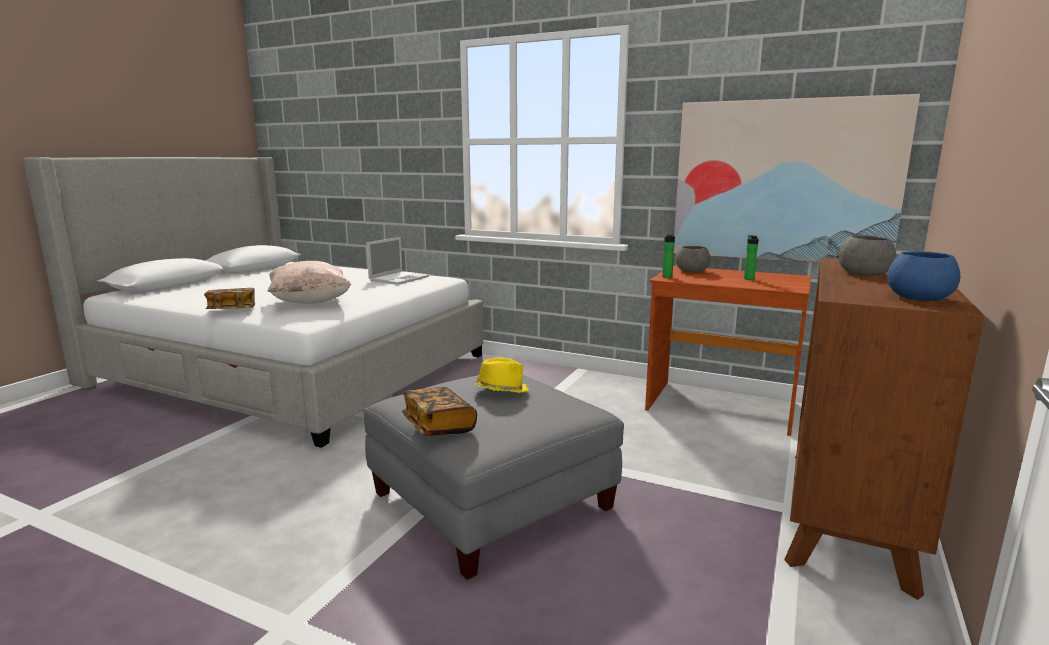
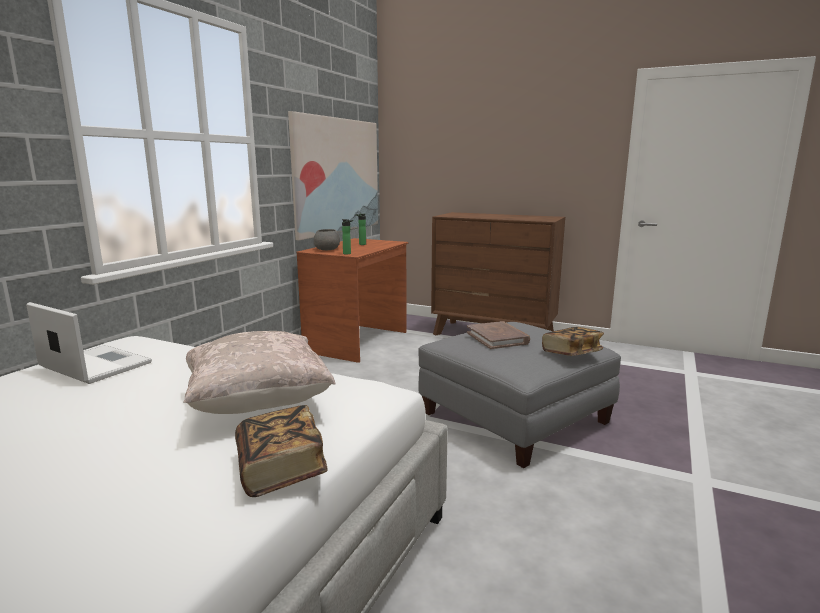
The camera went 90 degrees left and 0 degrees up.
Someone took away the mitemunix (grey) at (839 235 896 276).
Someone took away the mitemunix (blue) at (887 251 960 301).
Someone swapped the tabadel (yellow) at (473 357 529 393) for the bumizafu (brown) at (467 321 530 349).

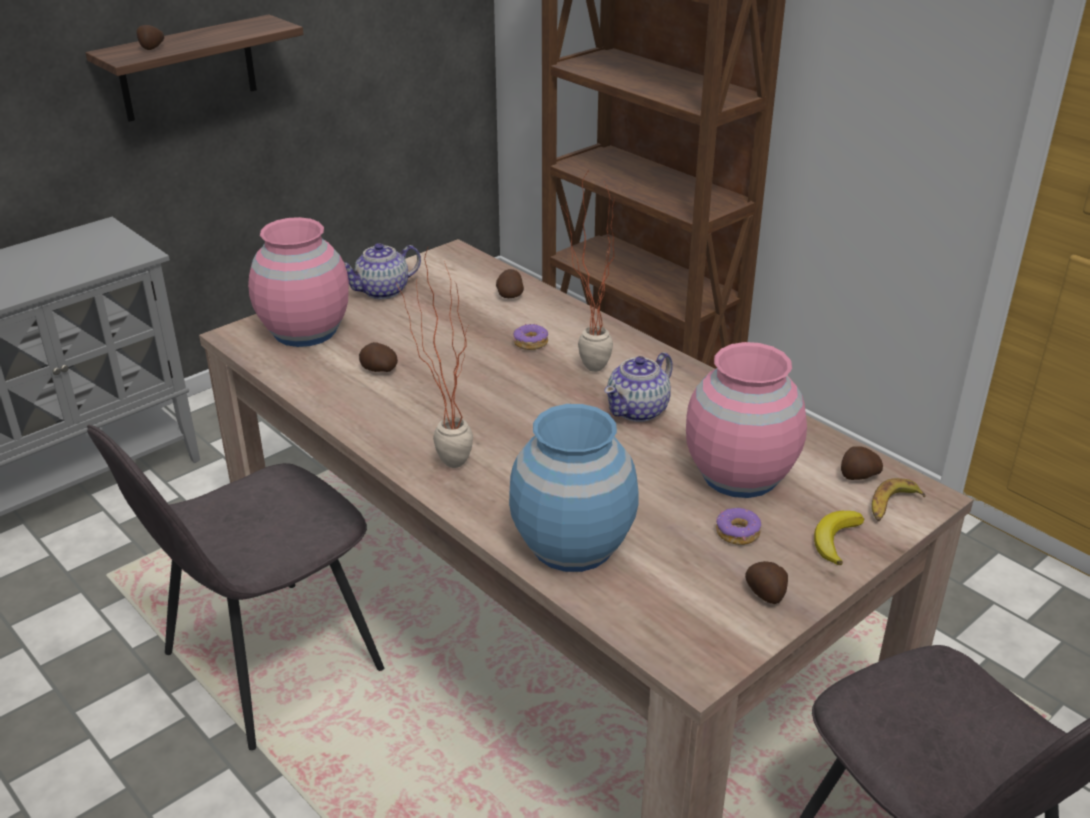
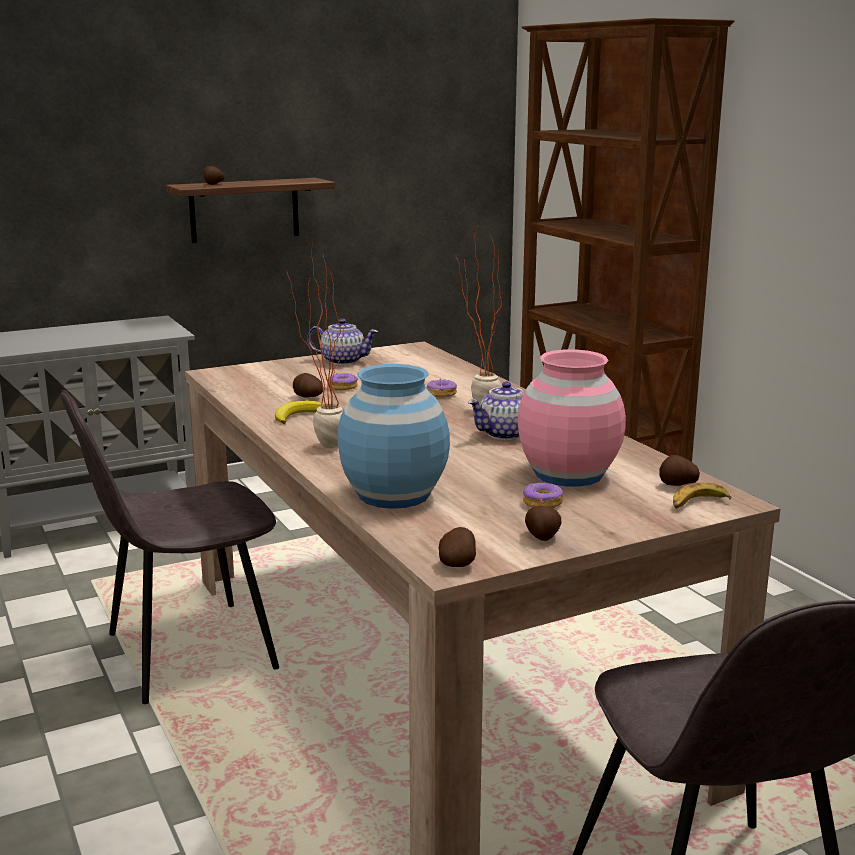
The camera went 15 degrees right and 15 degrees down.
Someone took away the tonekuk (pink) at (248 217 349 347).
Someone rotated the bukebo at (344 243 421 299) by 150 degrees counterclockwise.
Someone carried the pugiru from (496 269 524 298) to (438 527 476 567).
Someone carried the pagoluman from (814 511 864 565) to (275 400 323 424).
Someone put down the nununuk at (329 373 358 390).

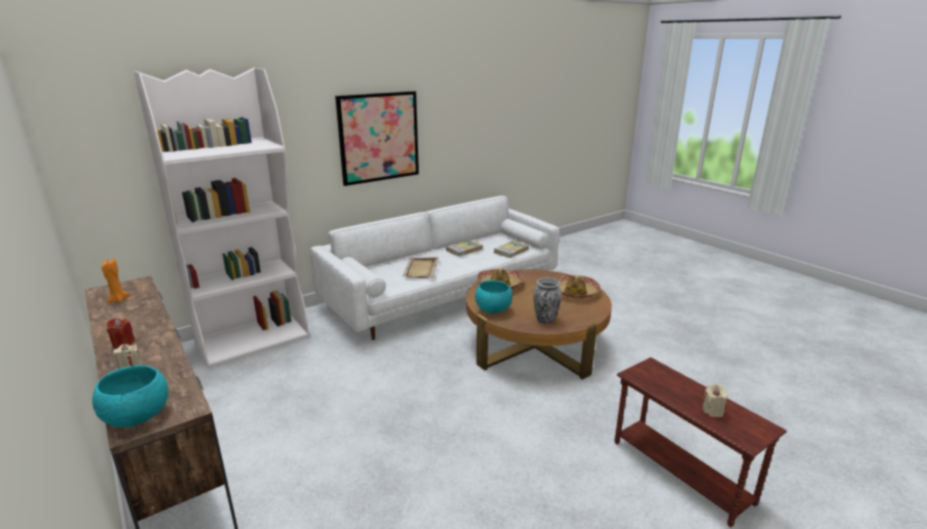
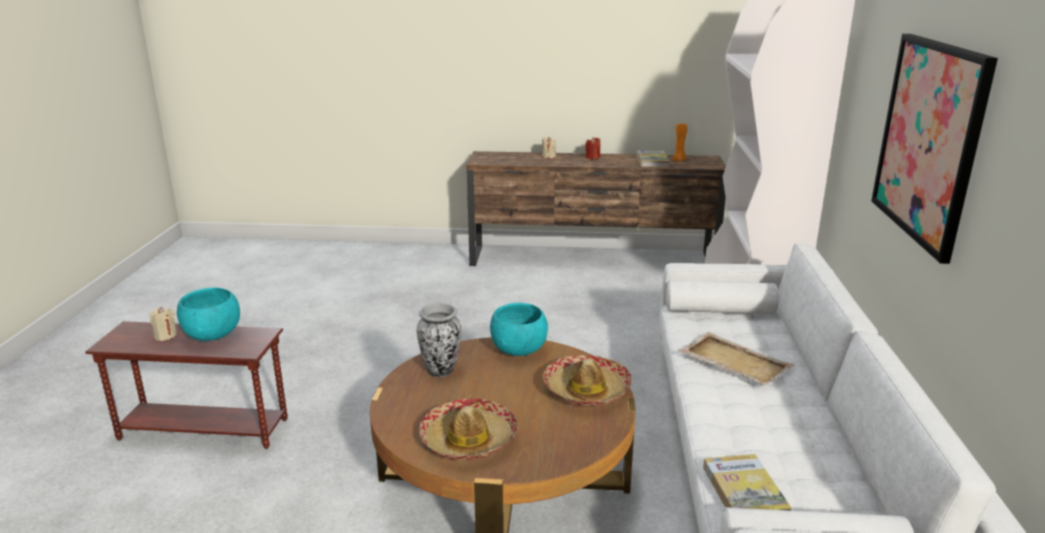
The camera went 130 degrees right and 0 degrees up.
Someone carried the bumizafu from (446 240 483 257) to (636 150 670 167).
Someone carried the mitemunix (turquoise) from (92 365 168 427) to (177 288 240 341).

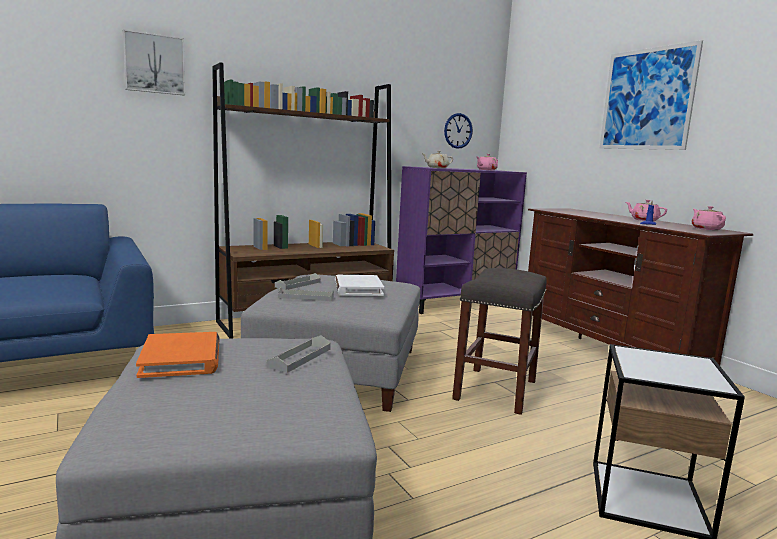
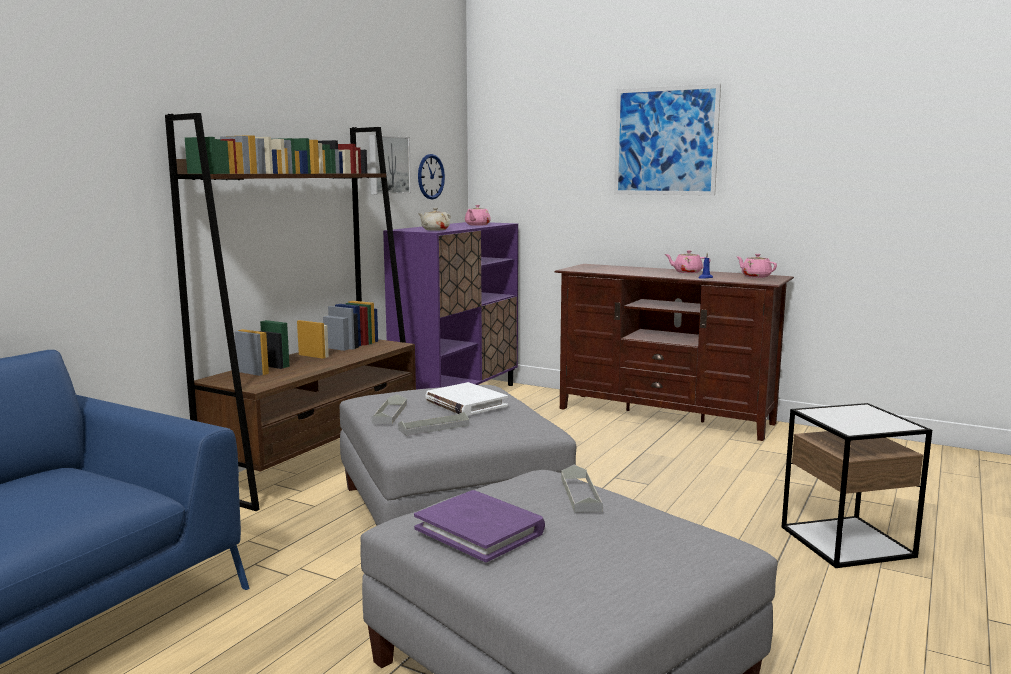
The camera went 30 degrees left and 0 degrees up.
Someone carried the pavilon from (123 29 185 95) to (369 135 411 195).
Someone took away the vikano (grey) at (452 268 547 415).
Someone repainted the bumizafu (orange) at (136 332 219 378), which became the bumizafu (purple) at (414 490 545 562).

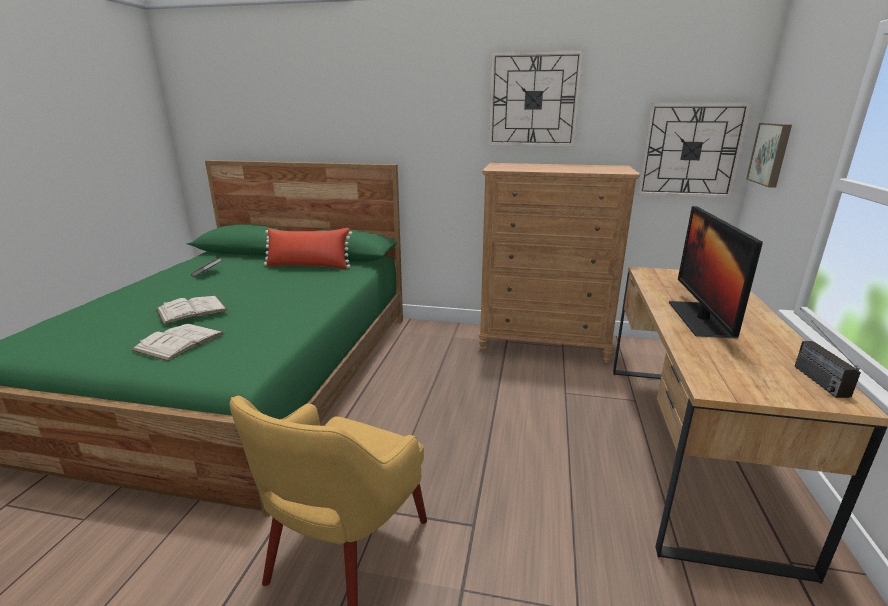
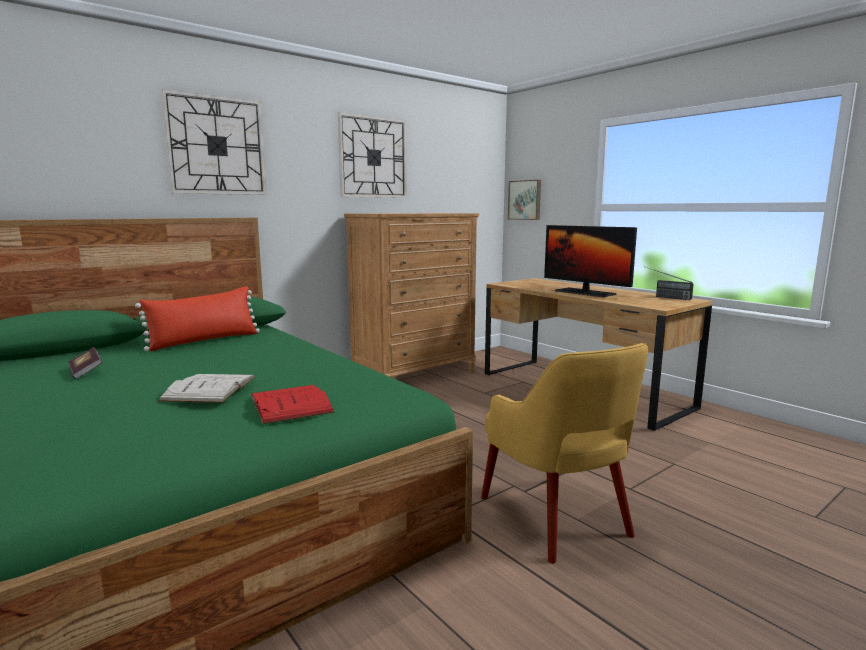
The camera went 50 degrees left and 10 degrees down.
Someone carried the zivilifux from (638 103 752 198) to (161 89 267 195).
Someone repainted the bumizafu (white) at (131 324 225 361), which became the bumizafu (red) at (251 385 335 424).

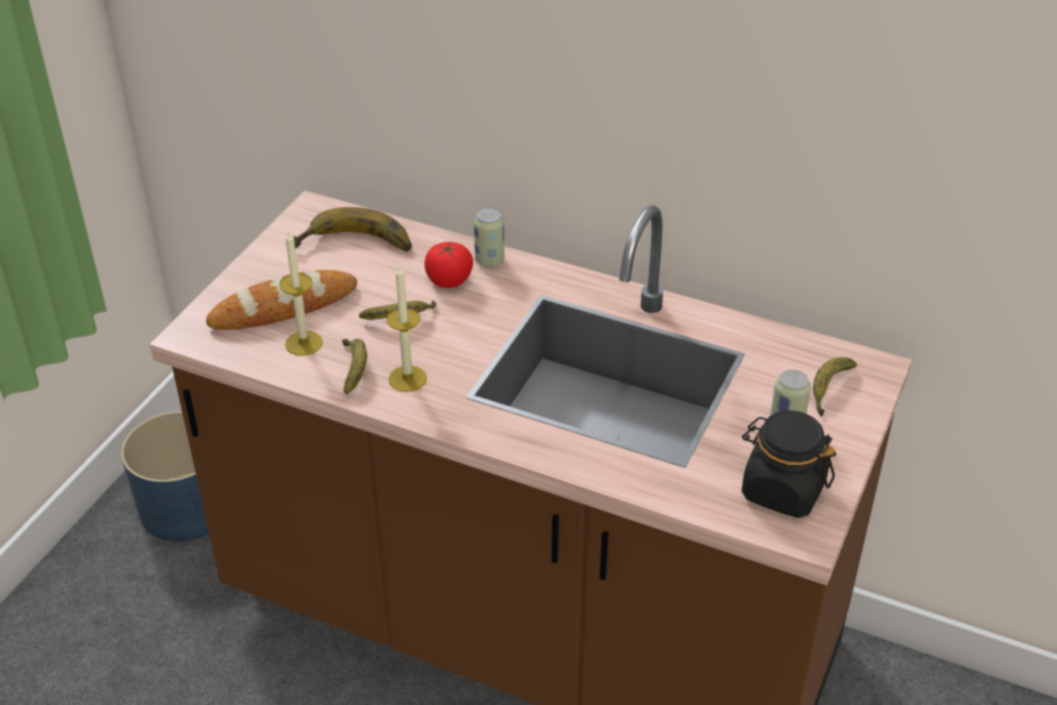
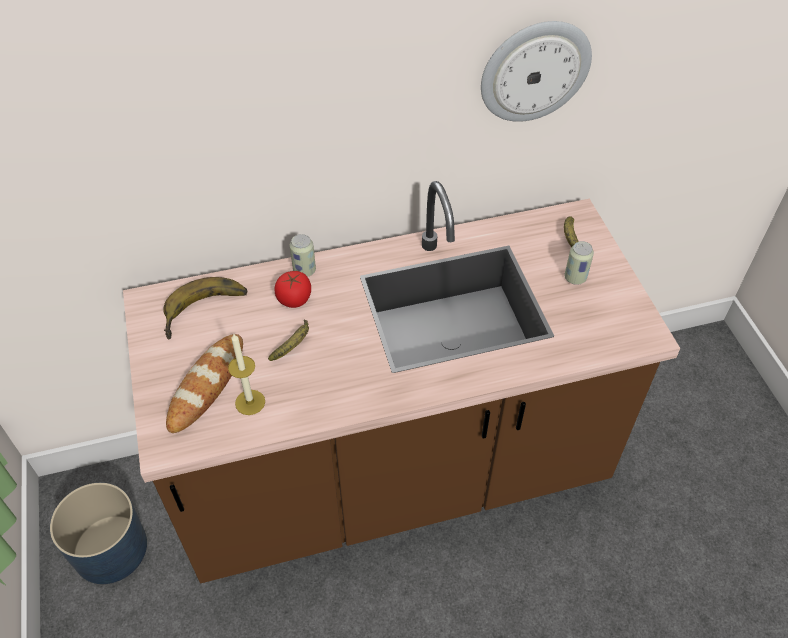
The camera went 40 degrees left and 10 degrees up.
Someone took away the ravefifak at (386 264 427 392).
Someone took away the pagoluman at (342 339 367 394).
Someone took away the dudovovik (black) at (742 410 836 518).
Someone put up the zivilifux at (481 21 592 122).

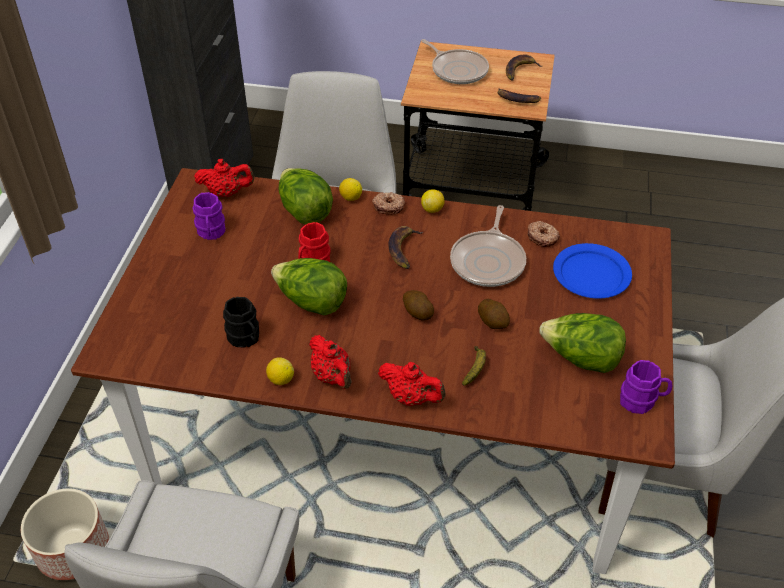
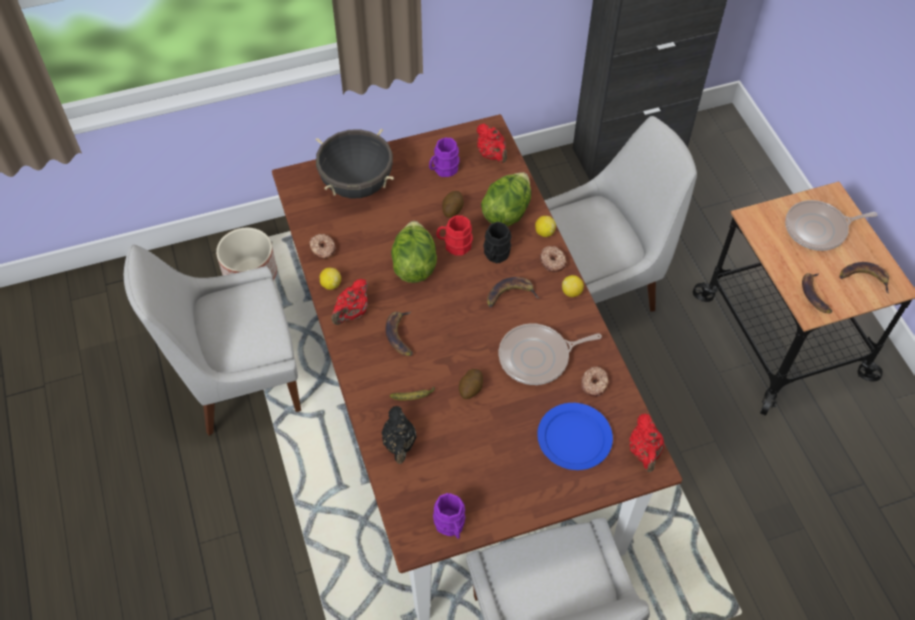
The camera went 60 degrees right and 10 degrees up.
Someone rotated the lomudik at (421 39 489 84) by 60 degrees clockwise.
Someone carried the pugiru from (403 290 434 321) to (442 191 464 218).
Someone carried the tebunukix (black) from (223 297 259 348) to (483 222 512 263).
Someone took away the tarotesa at (539 313 626 373).
Someone carried the bukebo (red) from (378 362 445 406) to (629 414 664 472).
Someone put down the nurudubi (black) at (316 129 394 199).
Someone put down the nununuk at (309 234 335 259).
Someone put down the pagoluman at (385 312 413 356).
Someone put down the bukebo (black) at (382 406 416 464).

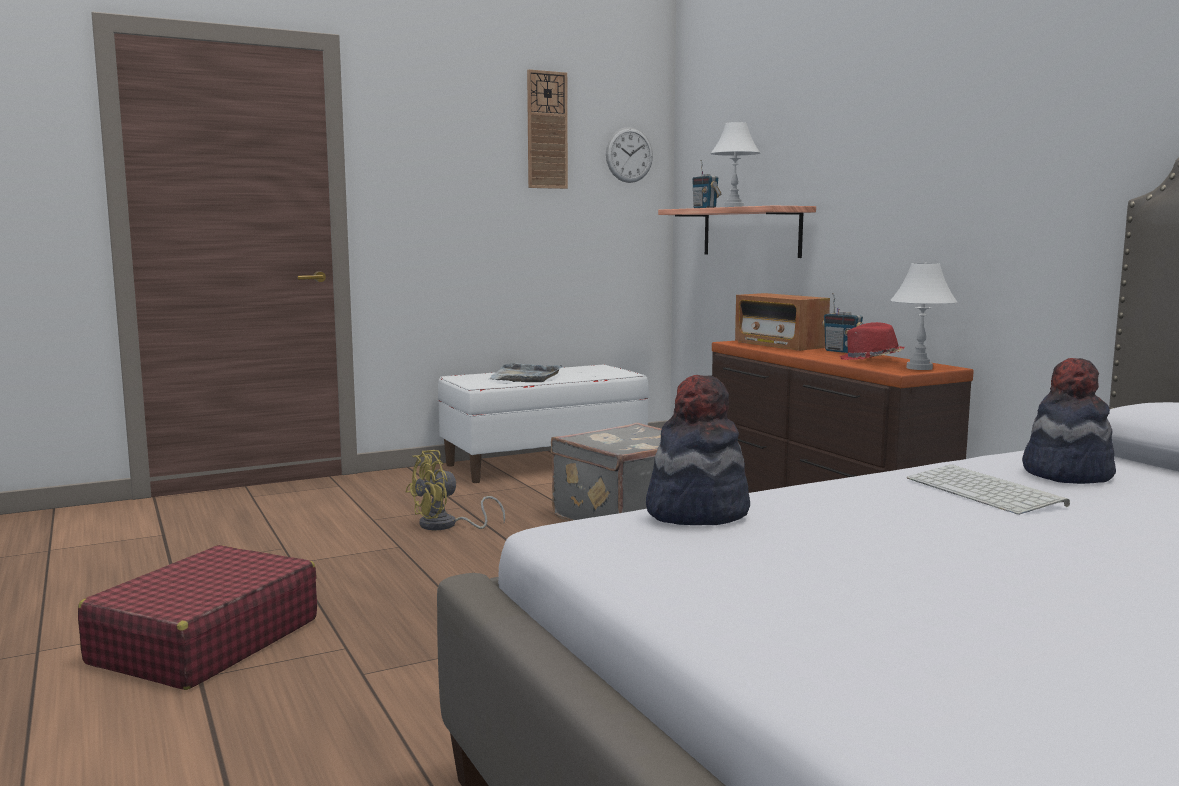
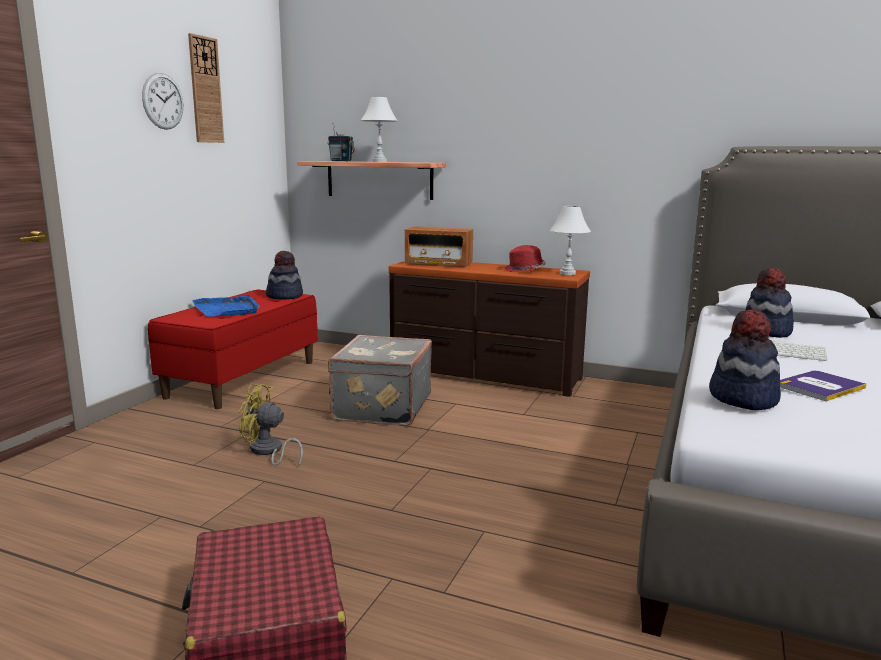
The camera went 40 degrees left and 5 degrees up.
Someone carried the zivilifux from (606 127 653 183) to (142 73 183 130).
Someone took away the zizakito at (822 293 863 353).
Someone repainted the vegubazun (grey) at (490 363 562 382), which became the vegubazun (blue) at (192 295 260 317).
Someone repainted the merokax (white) at (438 365 649 483), which became the merokax (red) at (148 289 318 409).
Someone rotated the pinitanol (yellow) at (406 450 505 530) by 90 degrees clockwise.
Someone put down the tabadel at (266 251 303 299).
Someone put down the bumizafu at (780 371 867 401).

